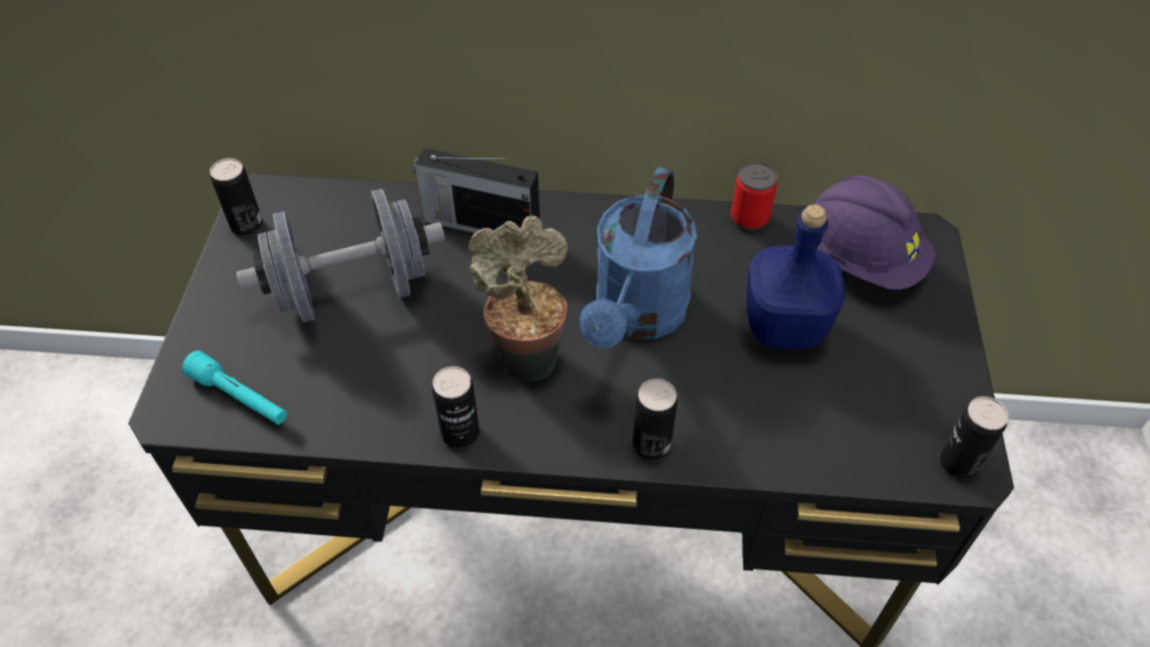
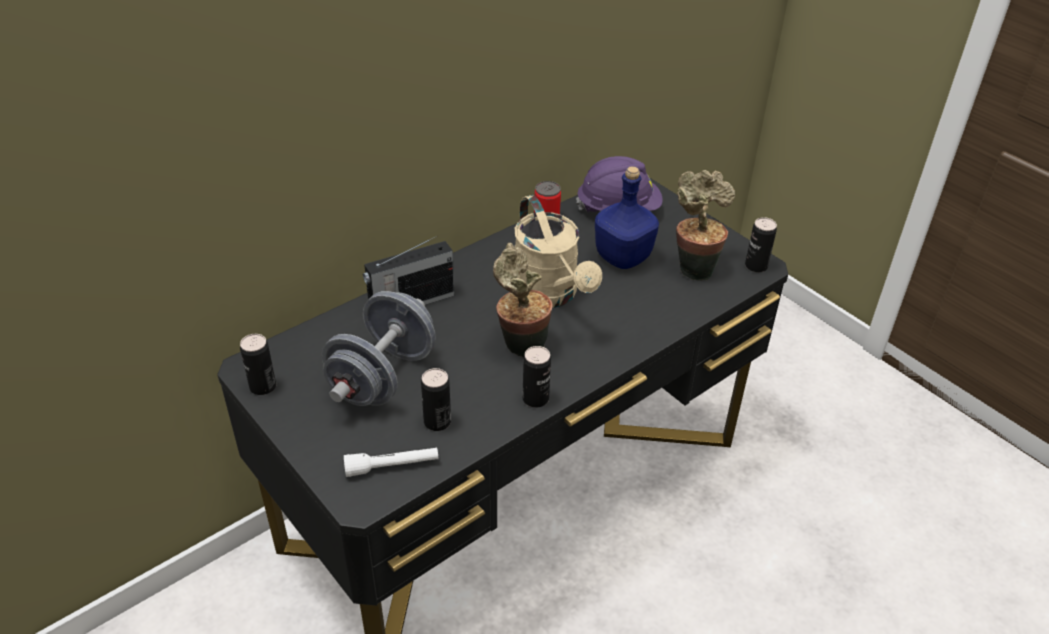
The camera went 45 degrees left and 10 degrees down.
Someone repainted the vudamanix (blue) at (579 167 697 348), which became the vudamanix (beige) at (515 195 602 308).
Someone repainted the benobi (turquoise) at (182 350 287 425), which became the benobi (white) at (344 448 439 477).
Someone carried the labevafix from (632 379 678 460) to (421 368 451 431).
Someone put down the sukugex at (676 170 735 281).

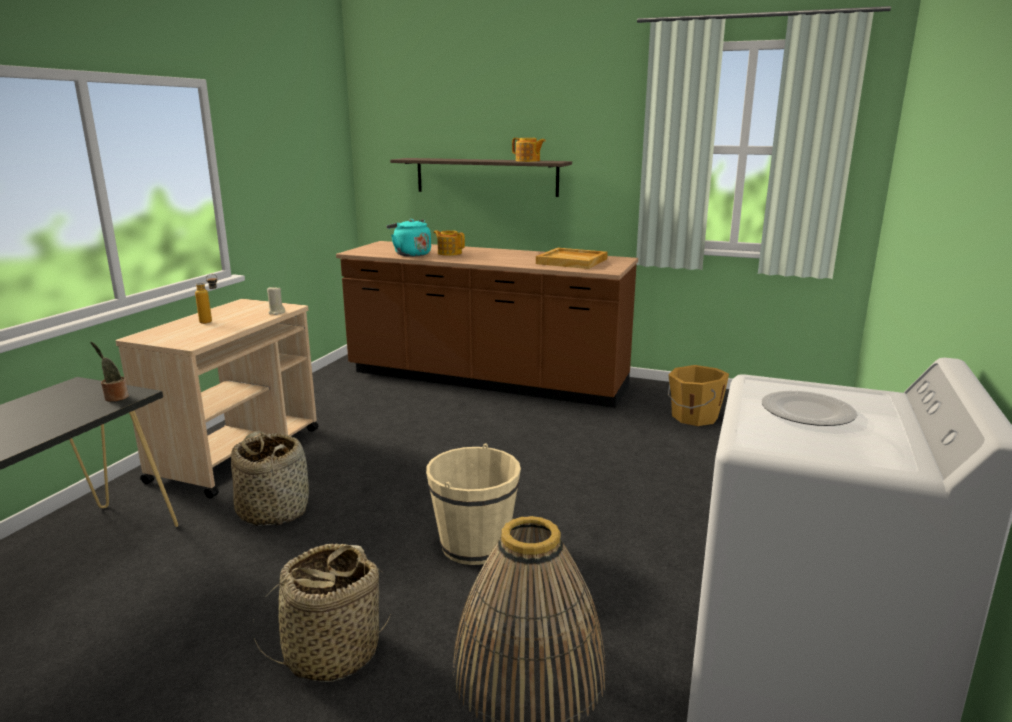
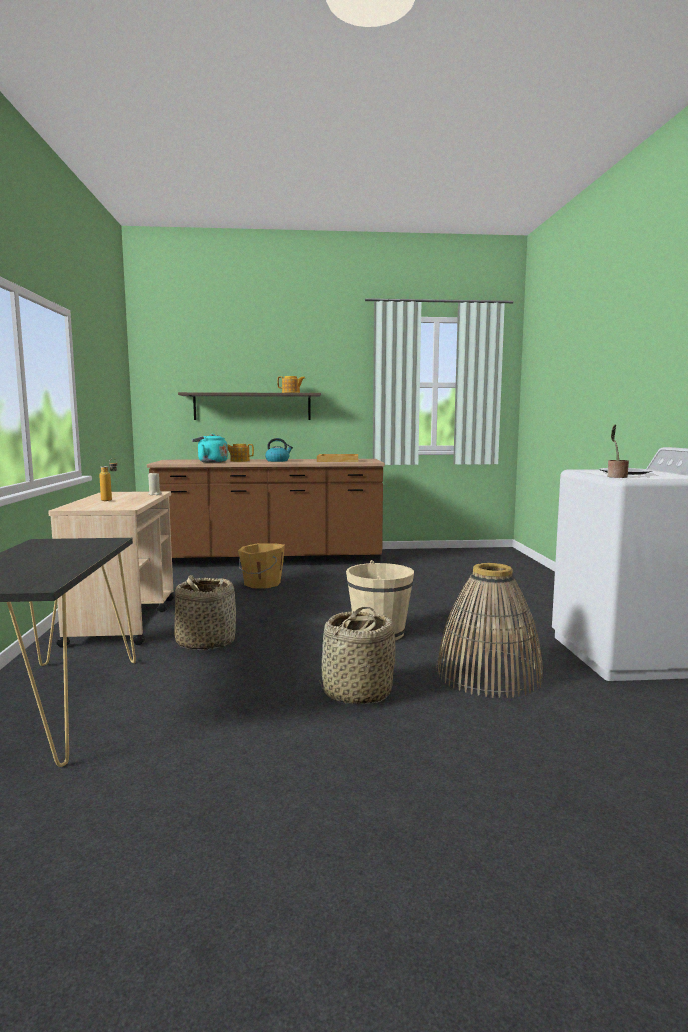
The camera went 25 degrees left and 10 degrees down.
Someone carried the sukugex from (90 342 129 402) to (607 424 629 478).
Someone carried the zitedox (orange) from (668 365 729 426) to (238 543 285 589).
Someone put down the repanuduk at (265 438 293 462).

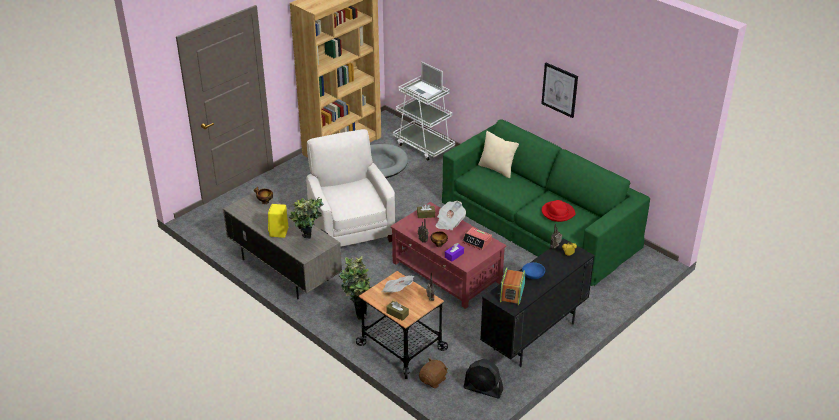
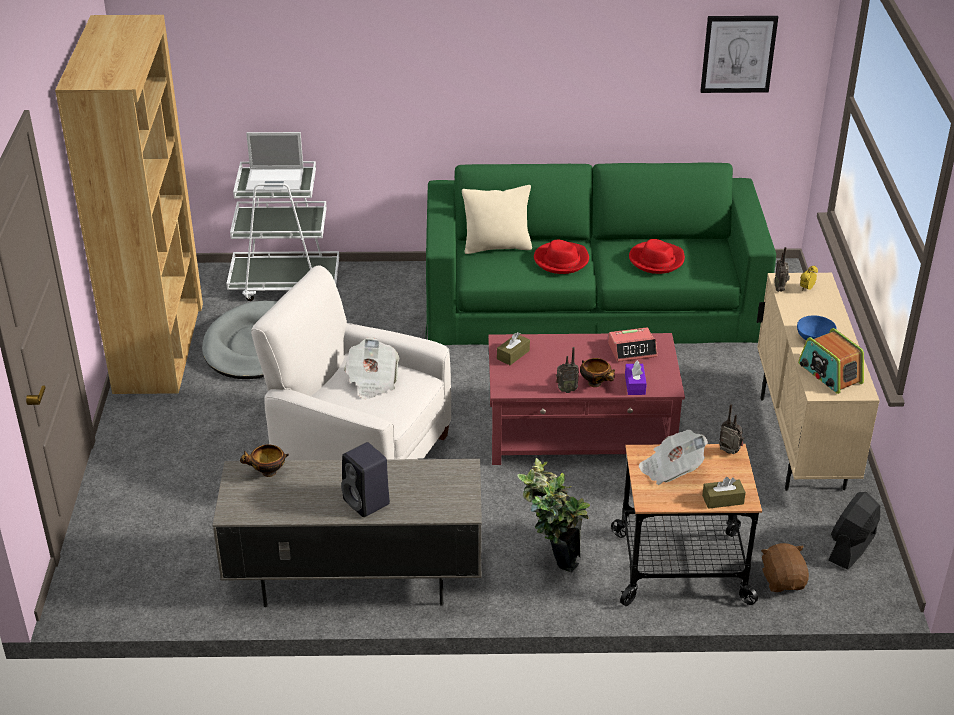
The camera went 45 degrees left and 0 degrees up.
Someone carried the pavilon from (541 63 578 118) to (700 16 778 93).
Someone took away the sukugex at (288 197 324 239).
Someone carried the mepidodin from (436 201 466 230) to (344 337 400 399).
Someone repainted the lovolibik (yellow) at (268 204 289 238), which became the lovolibik (black) at (341 442 390 517).
Someone repainted the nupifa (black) at (480 238 595 367), which became the nupifa (beige) at (757 273 880 491).
Someone rotated the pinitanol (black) at (463 359 503 399) by 150 degrees clockwise.
Someone put down the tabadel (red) at (534 240 589 274).

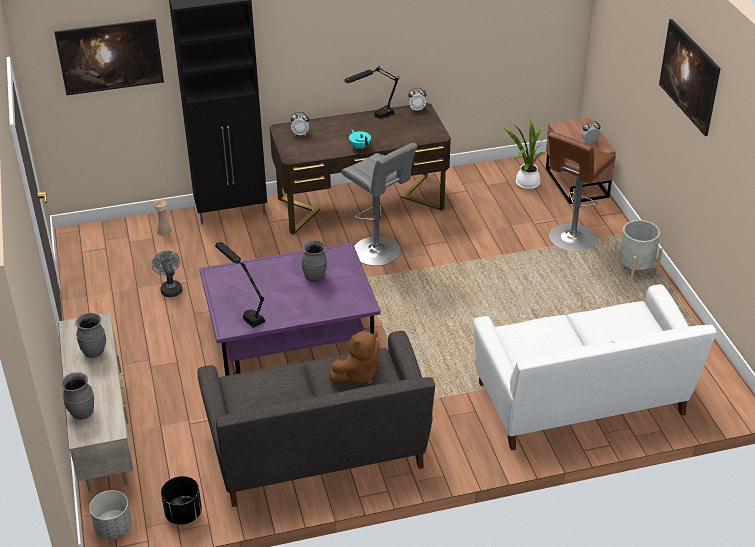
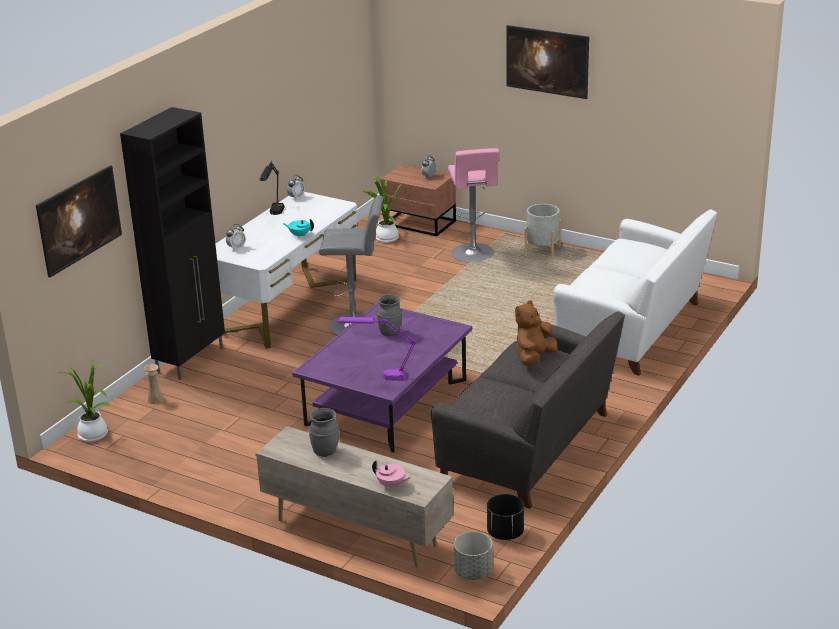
The camera went 45 degrees left and 10 degrees down.
Someone repainted the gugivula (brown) at (269 103 451 235), which became the gugivula (white) at (215 192 357 349).
Someone repainted the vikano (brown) at (548 132 616 251), which became the vikano (pink) at (448 148 499 263).
Someone repainted the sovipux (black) at (215 242 265 328), which became the sovipux (purple) at (336 317 416 381).
Someone took away the pinitanol (grey) at (152 251 182 297).
Someone rotated the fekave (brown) at (329 331 380 385) by 150 degrees counterclockwise.
Someone swapped the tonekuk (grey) at (61 372 94 420) for the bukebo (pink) at (372 460 411 489).
Someone put down the sukugex at (61 360 111 442).

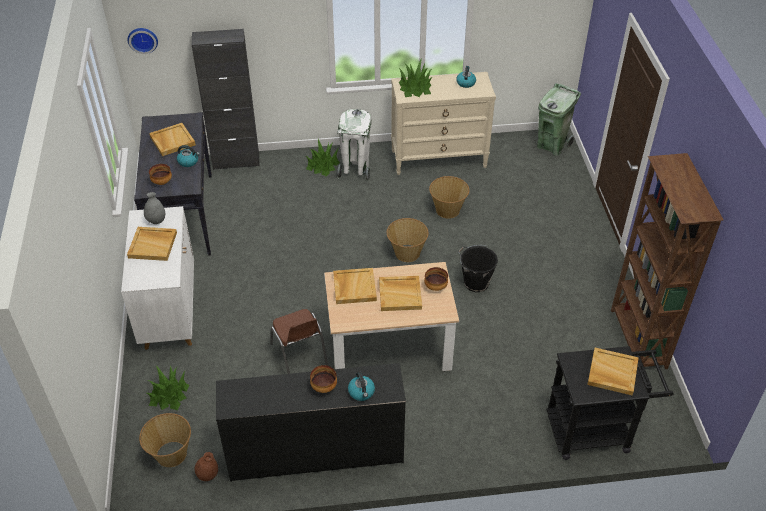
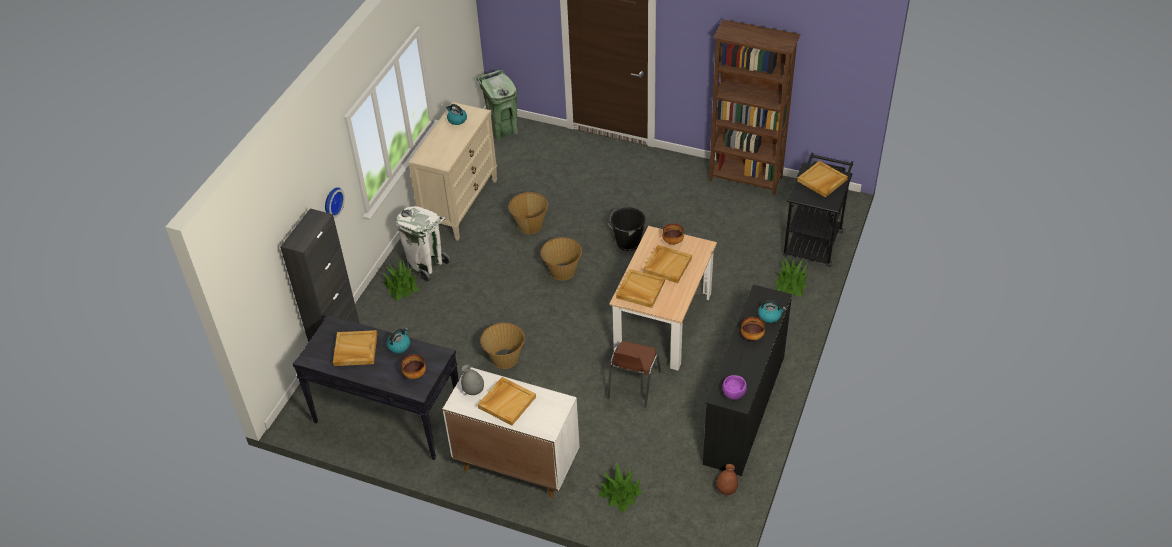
The camera went 60 degrees left and 0 degrees up.
Someone carried the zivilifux from (128 28 158 54) to (325 187 345 218).
Someone carried the sukugex from (399 59 432 97) to (775 258 808 297).
Someone rotated the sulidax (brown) at (270 309 328 374) by 105 degrees clockwise.
Someone carried the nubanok from (139 413 191 467) to (480 323 525 369).
Someone put down the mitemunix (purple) at (722 375 747 400).

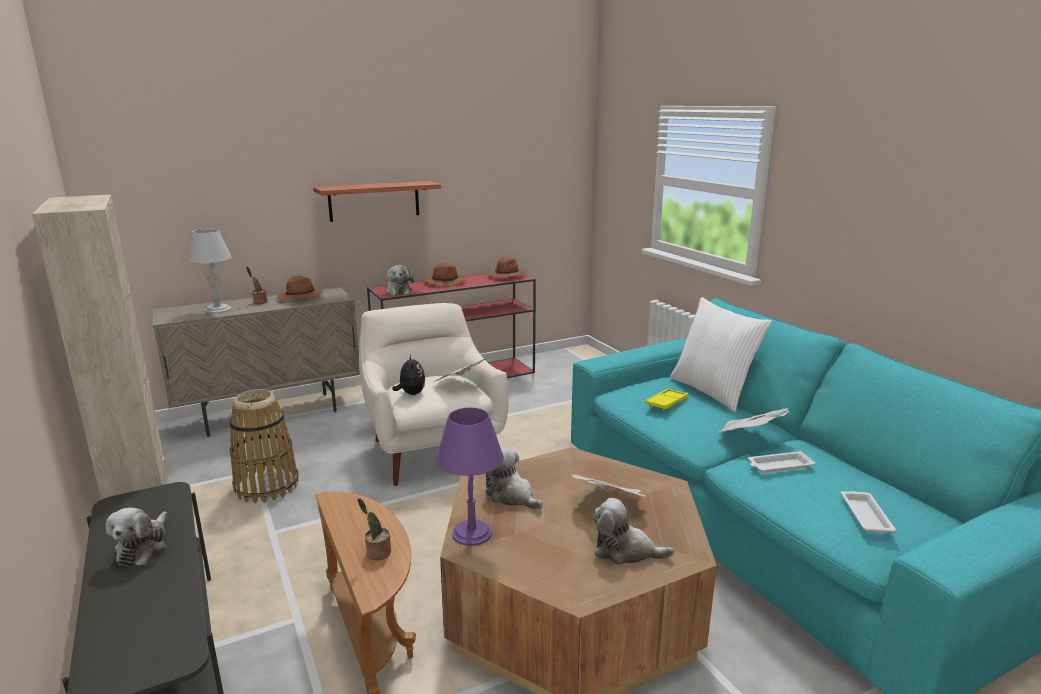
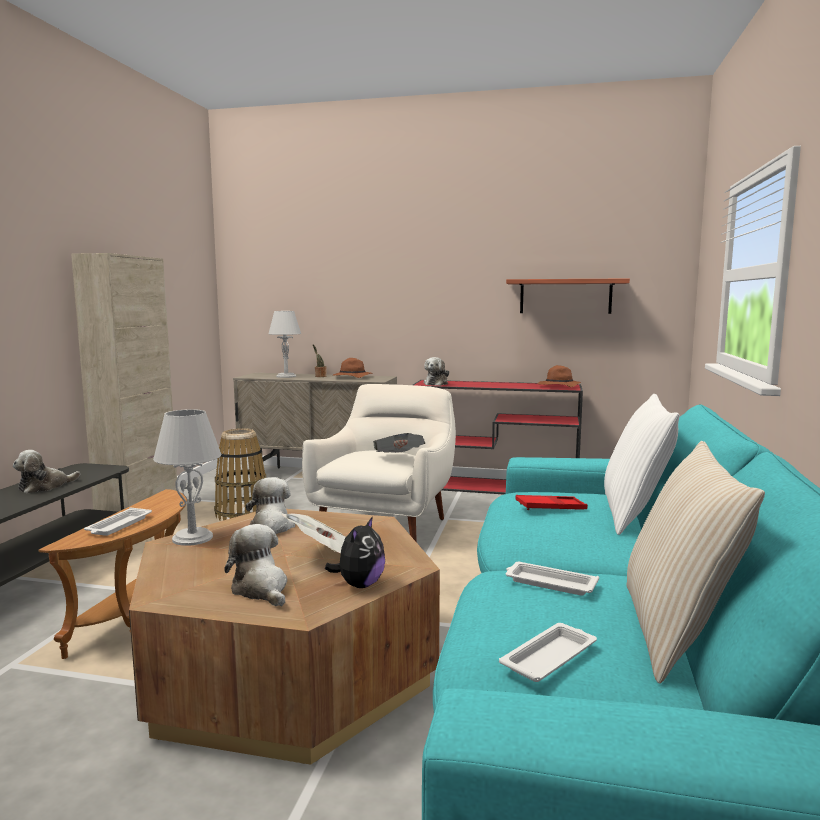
The camera went 40 degrees right and 10 degrees down.
Someone carried the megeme from (313 181 441 222) to (506 278 630 314).
Someone took away the tabadel (brown) at (425 262 466 287).
Someone carried the fekave from (392 354 425 395) to (325 516 385 588).
Someone repainted the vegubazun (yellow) at (645 388 689 410), which became the vegubazun (red) at (516 495 588 510).
Someone repainted the sovipux (purple) at (436 407 504 546), which became the sovipux (grey) at (153 409 222 546).
Someone took away the mepidodin at (719 408 789 432).
Someone swapped the sukugex at (358 498 391 560) for the vegubazun (white) at (84 508 152 536).
Someone put down the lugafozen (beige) at (626 441 765 684).

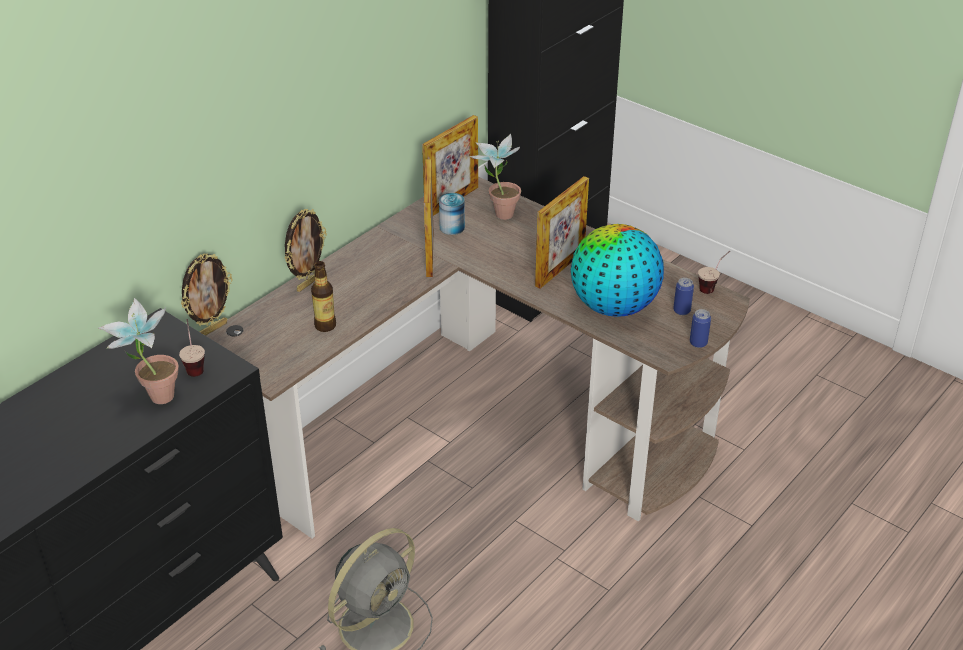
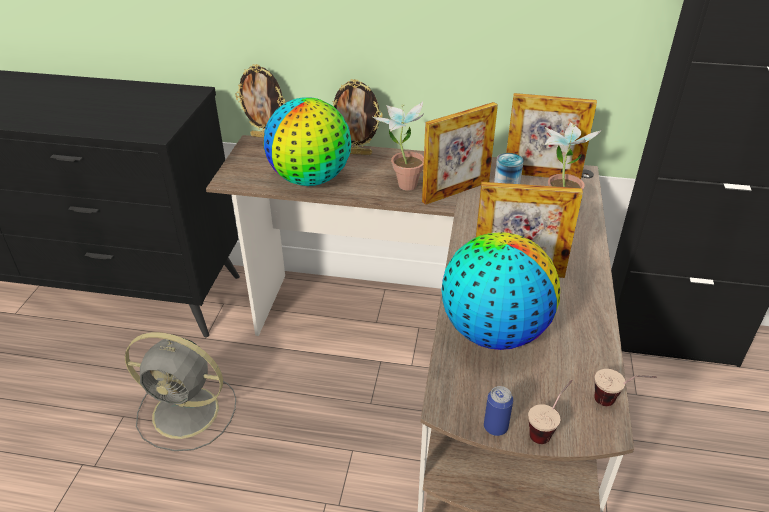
The camera went 60 degrees right and 0 degrees up.
Someone swapped the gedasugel at (311 261 336 332) for the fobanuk at (264 97 351 186).
Someone took away the labevafix at (673 278 694 315).
Someone carried the sukugex from (99 298 179 404) to (371 101 424 191).
Someone carried the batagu from (179 319 205 377) to (528 380 572 444).

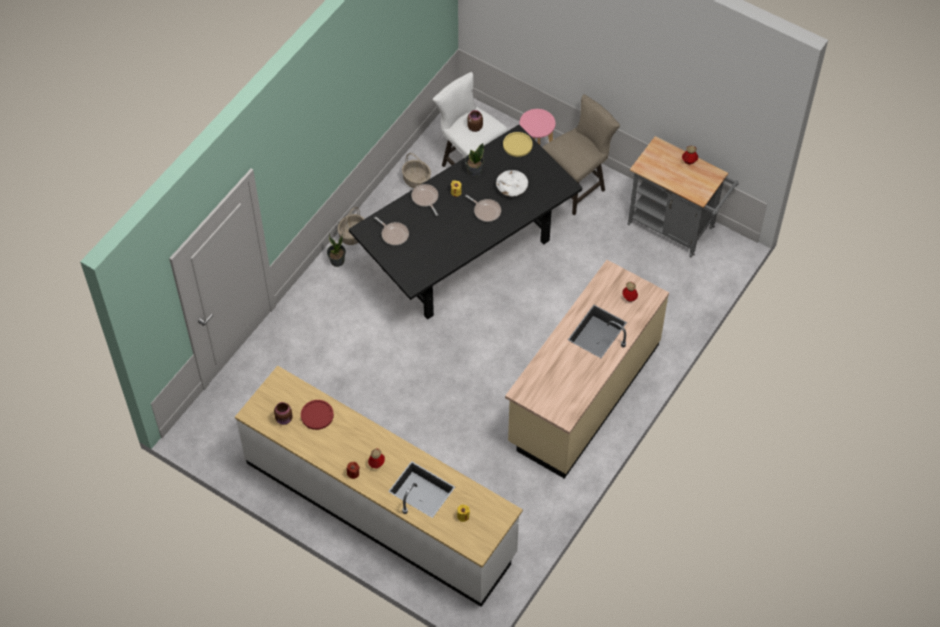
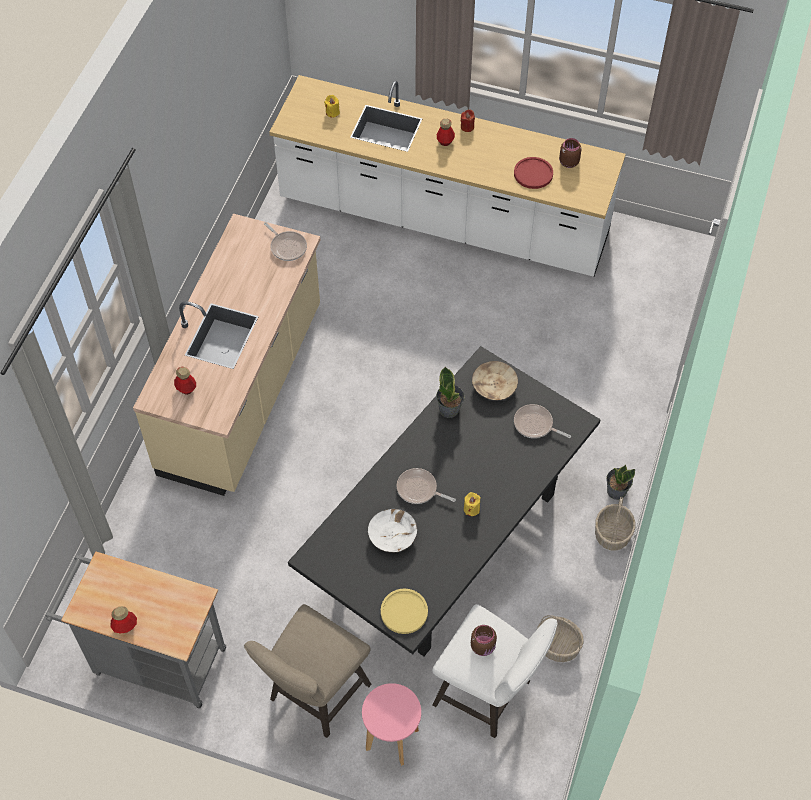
The camera went 165 degrees right and 0 degrees up.
Someone carried the sukugex from (465 143 484 177) to (436 366 465 418).
Someone carried the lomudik from (411 184 438 216) to (264 222 307 261).
Someone put down the mitemunix (beige) at (472 361 518 401).

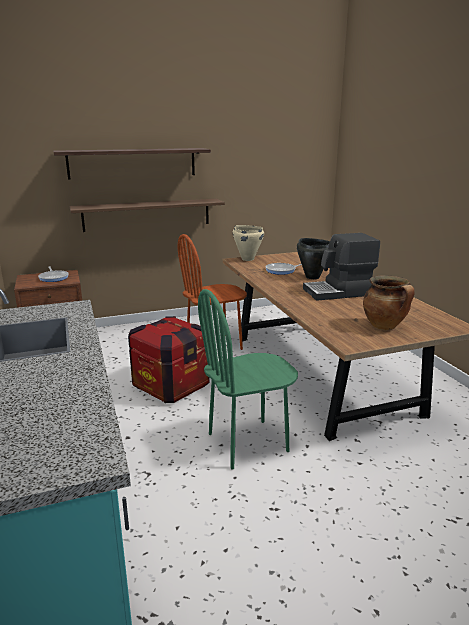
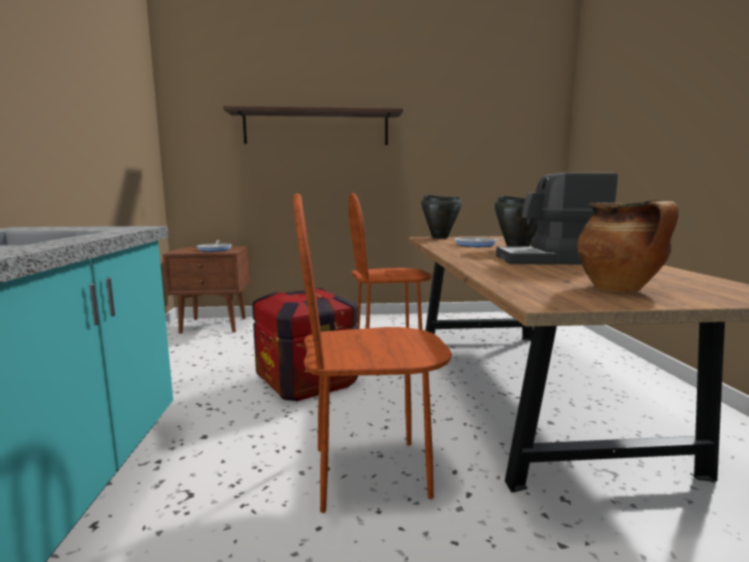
The camera went 15 degrees right and 10 degrees down.
Someone took away the megeme at (70 199 225 232).
Someone repainted the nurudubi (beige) at (233 225 264 261), which became the nurudubi (black) at (421 195 462 239).
Someone repainted the sulidax (green) at (198 289 298 470), which became the sulidax (brown) at (293 194 452 513).

